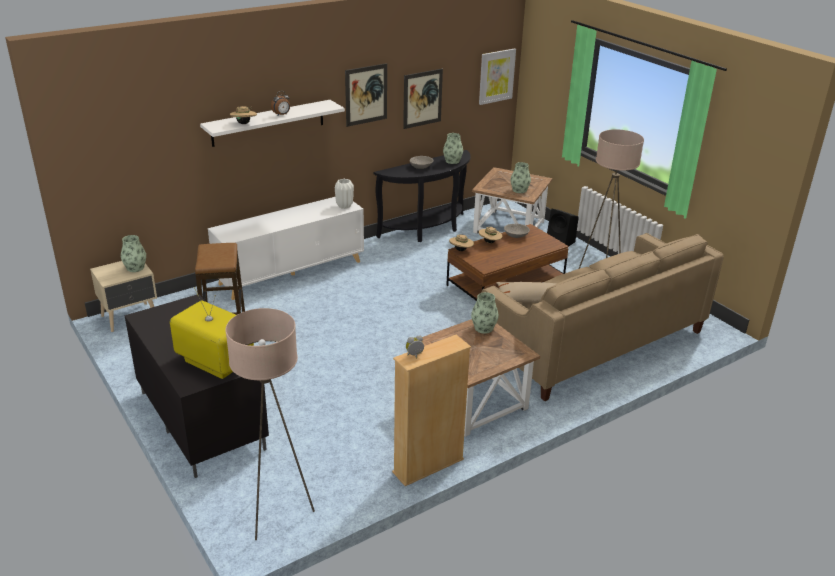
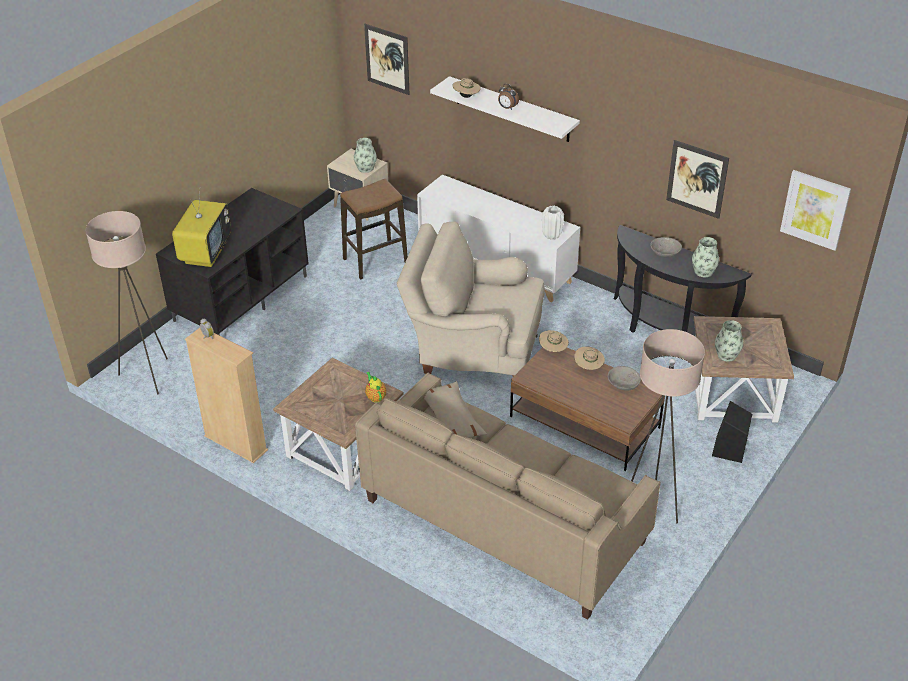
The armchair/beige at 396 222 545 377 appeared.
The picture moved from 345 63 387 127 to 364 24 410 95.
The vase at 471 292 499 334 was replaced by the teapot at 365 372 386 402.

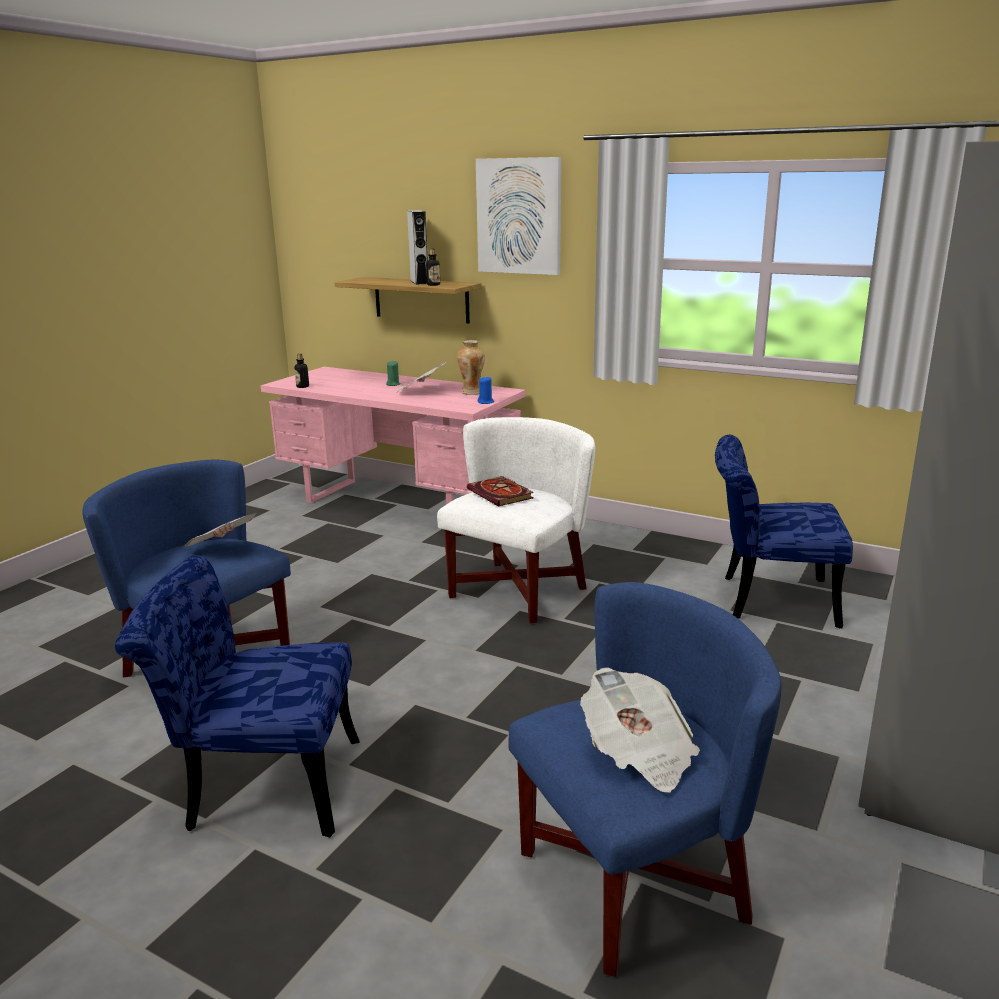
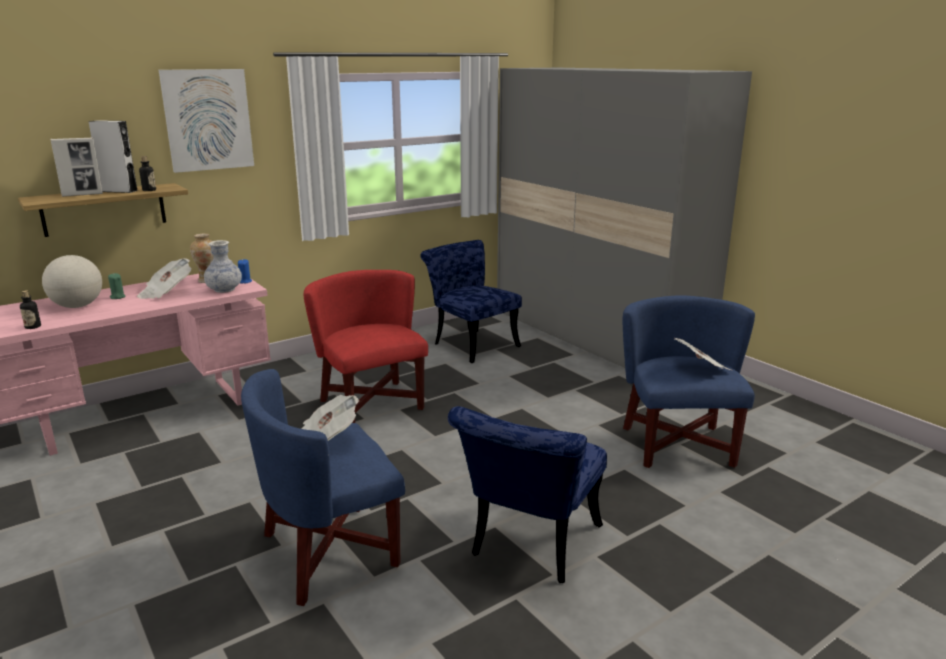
The book at 467 476 534 506 disappeared.
The globe at 42 255 102 308 appeared.
The picture frame at 50 137 103 197 appeared.
The vase at 204 240 242 293 appeared.
The armchair/white at 437 417 595 623 became the armchair/red at 304 270 428 423.
The chair/blue at 715 435 853 628 turned 105 degrees clockwise.

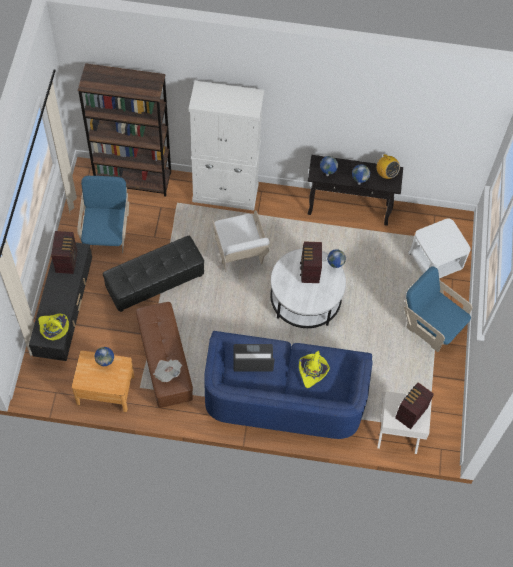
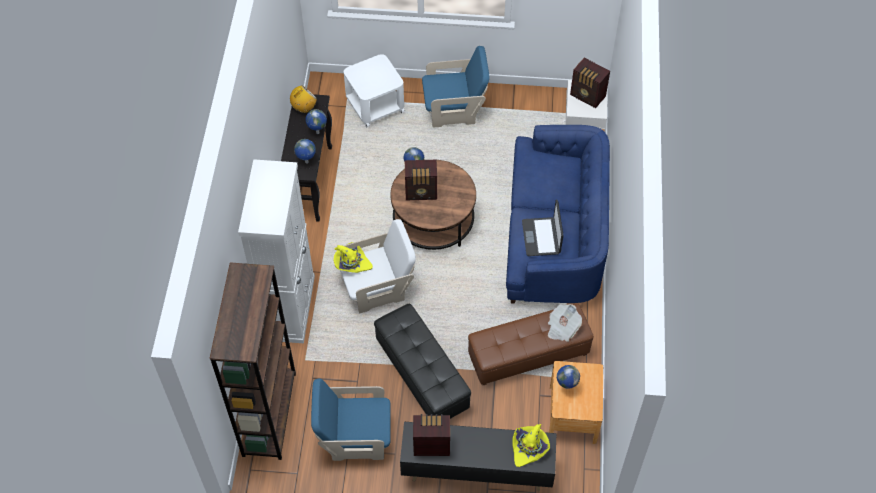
The hat/yellow moved from 299 351 330 388 to 333 242 373 273.
The coffee table/white at 270 248 346 328 became the coffee table/brown at 390 160 476 250.
The armchair/blue at 404 266 473 352 turned 135 degrees counterclockwise.

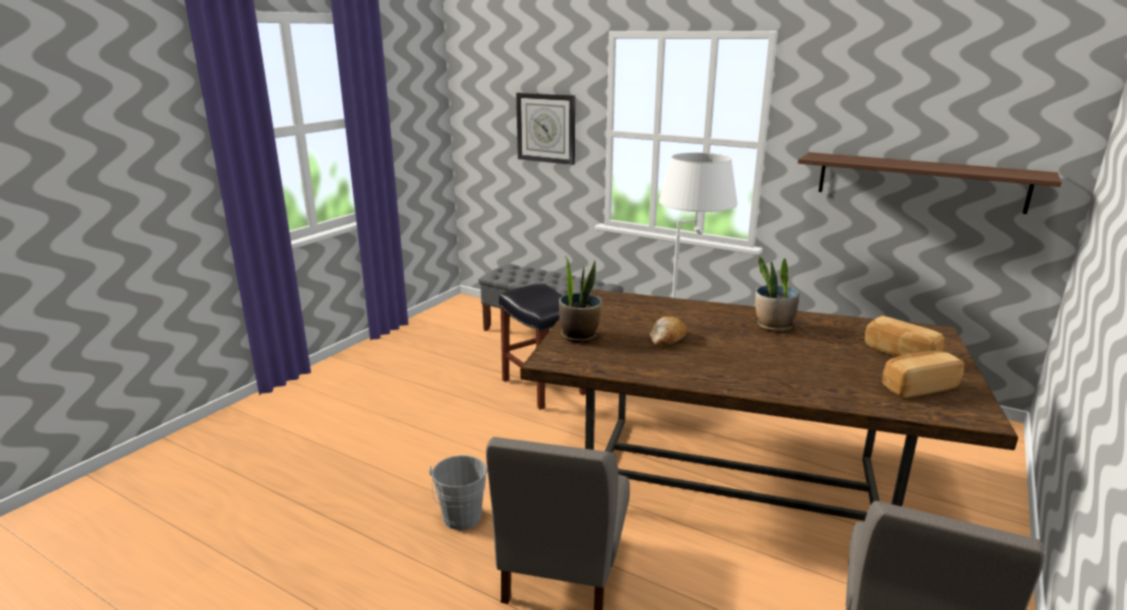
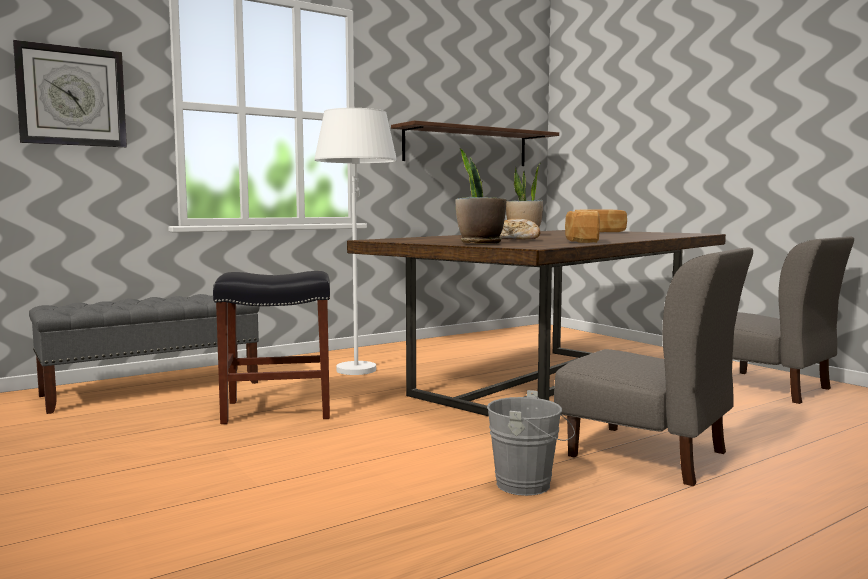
The bread moved from 882 351 964 398 to 565 211 600 243.

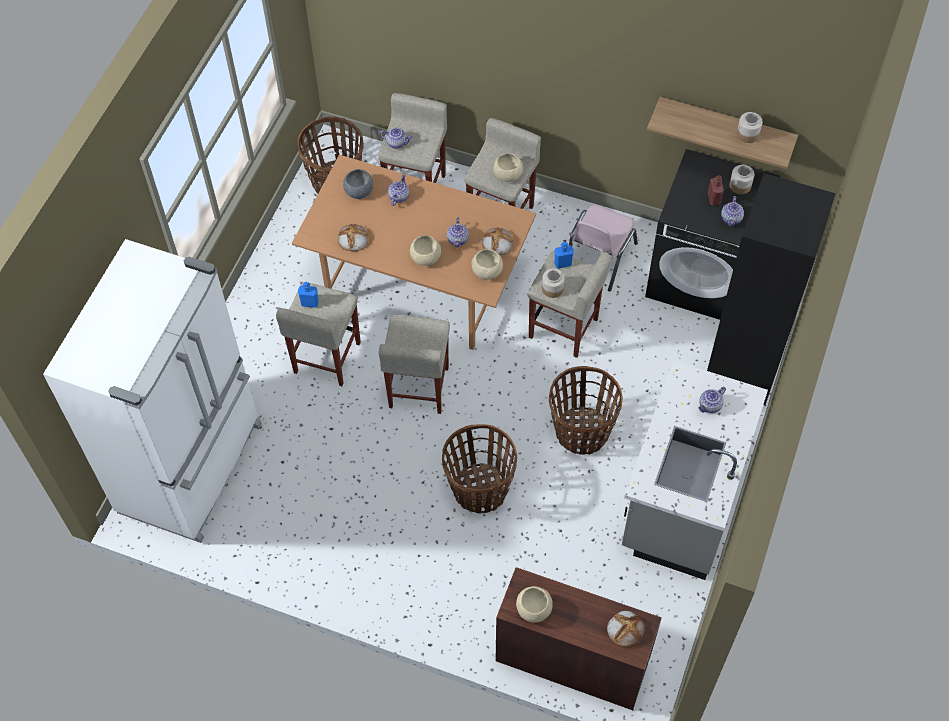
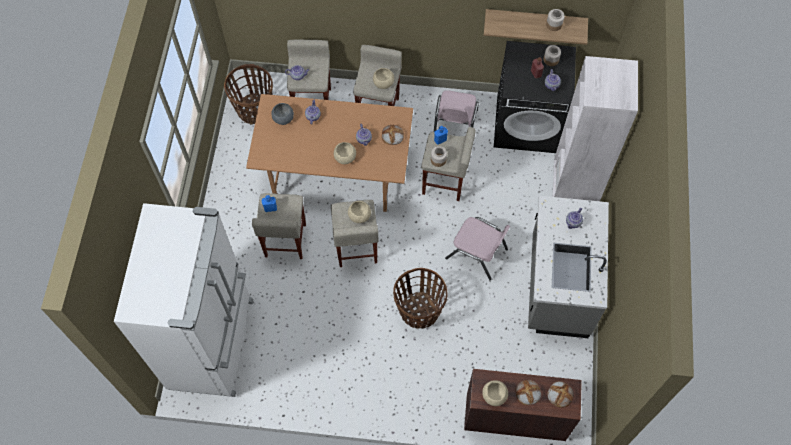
The bread moved from 338 224 369 251 to 515 380 541 405.
The bowl/beige moved from 471 249 503 279 to 348 201 371 223.
The basket at 549 366 623 455 was replaced by the chair/pink at 445 217 510 280.
The bookcase/black at 707 173 836 405 became the bookcase/white at 553 56 638 201.

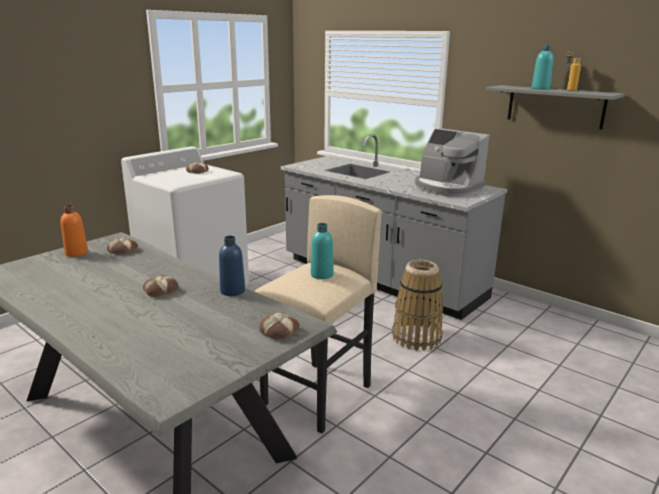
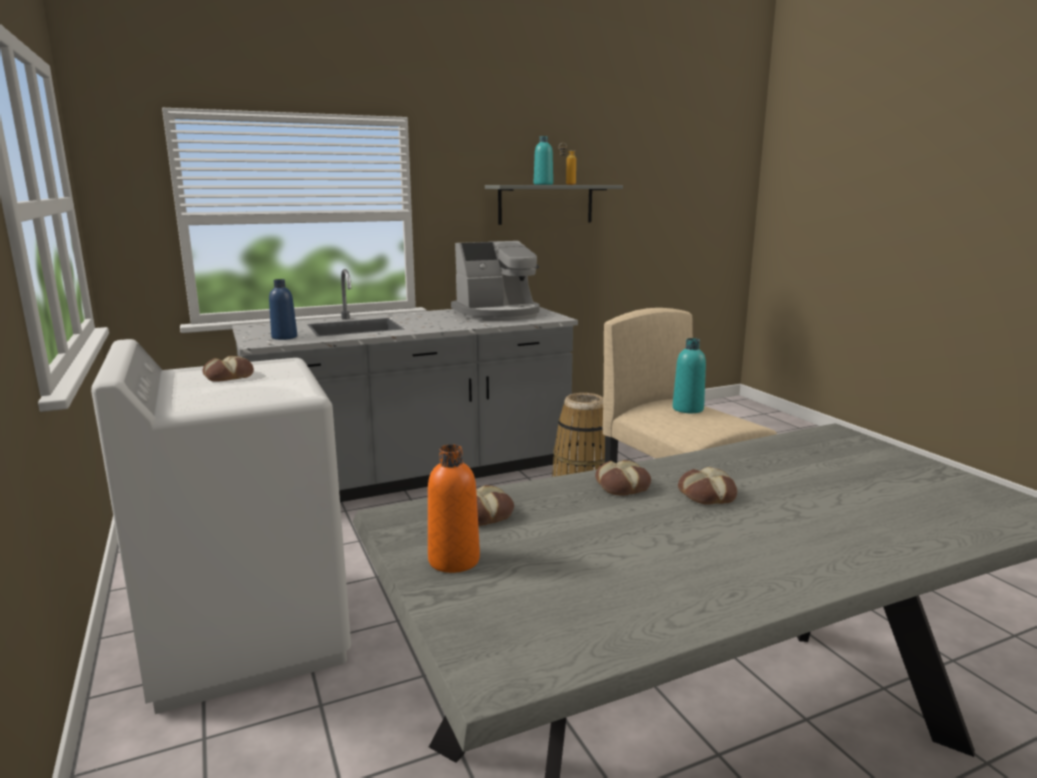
The bottle/blue moved from 219 236 245 296 to 269 279 297 340.
The bread moved from 259 312 300 340 to 595 460 651 496.

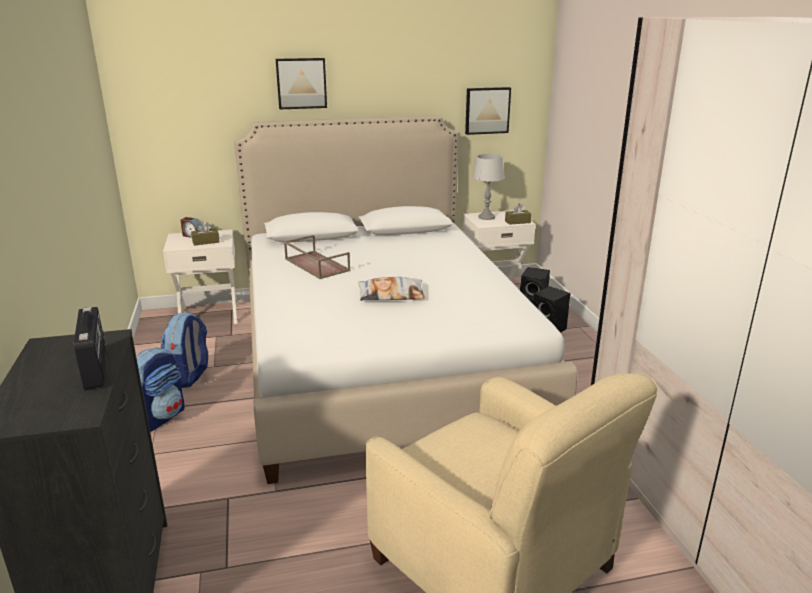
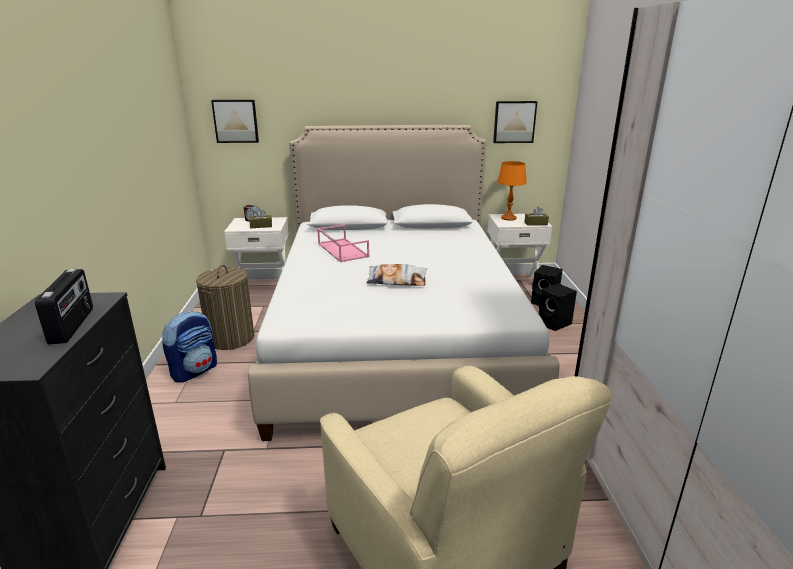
The picture moved from 276 58 327 109 to 211 100 259 143.
The backpack at 161 312 208 388 was replaced by the laundry basket at 196 265 255 350.
The tray/brown at 284 235 350 279 became the tray/pink at 317 224 369 262.
The table lamp/grey at 473 154 505 220 became the table lamp/orange at 497 161 527 221.

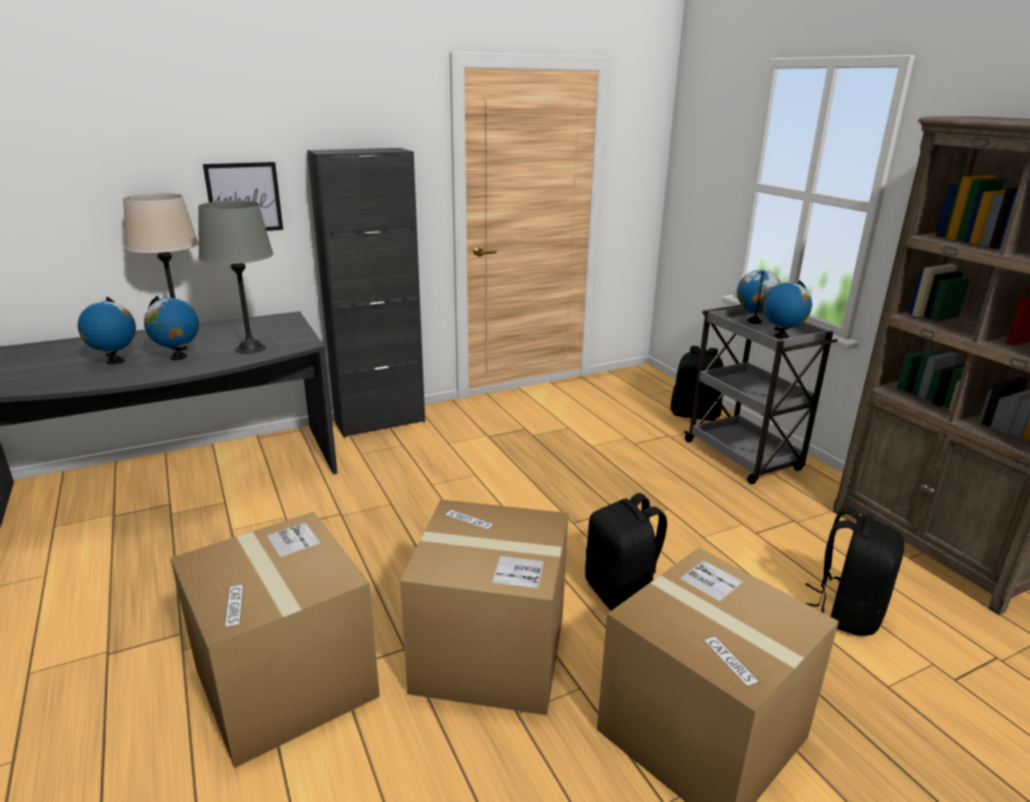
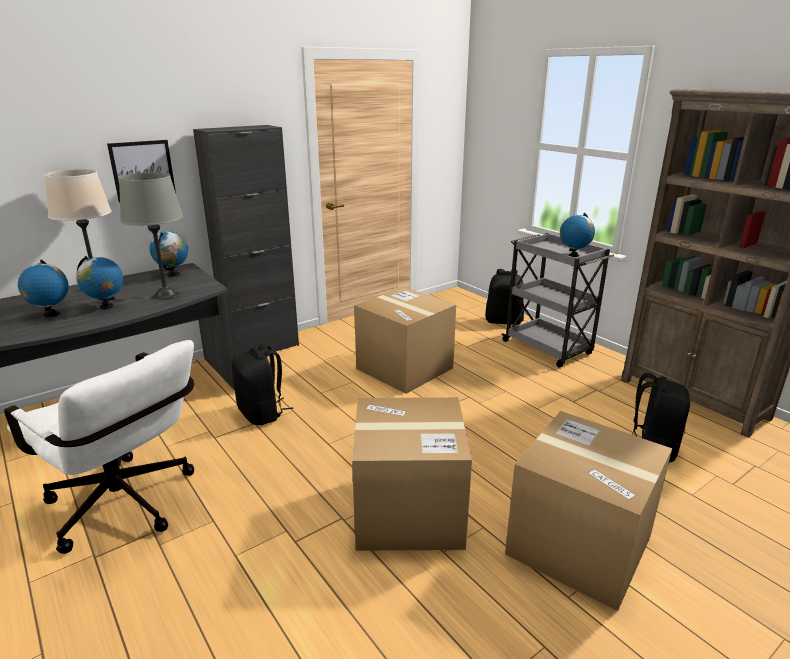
The office chair/white at 4 340 194 554 appeared.
The cardboard box moved from 170 512 380 768 to 354 287 456 394.
The backpack/black moved from 585 493 667 611 to 231 343 293 425.
The globe moved from 737 270 781 324 to 150 231 188 276.

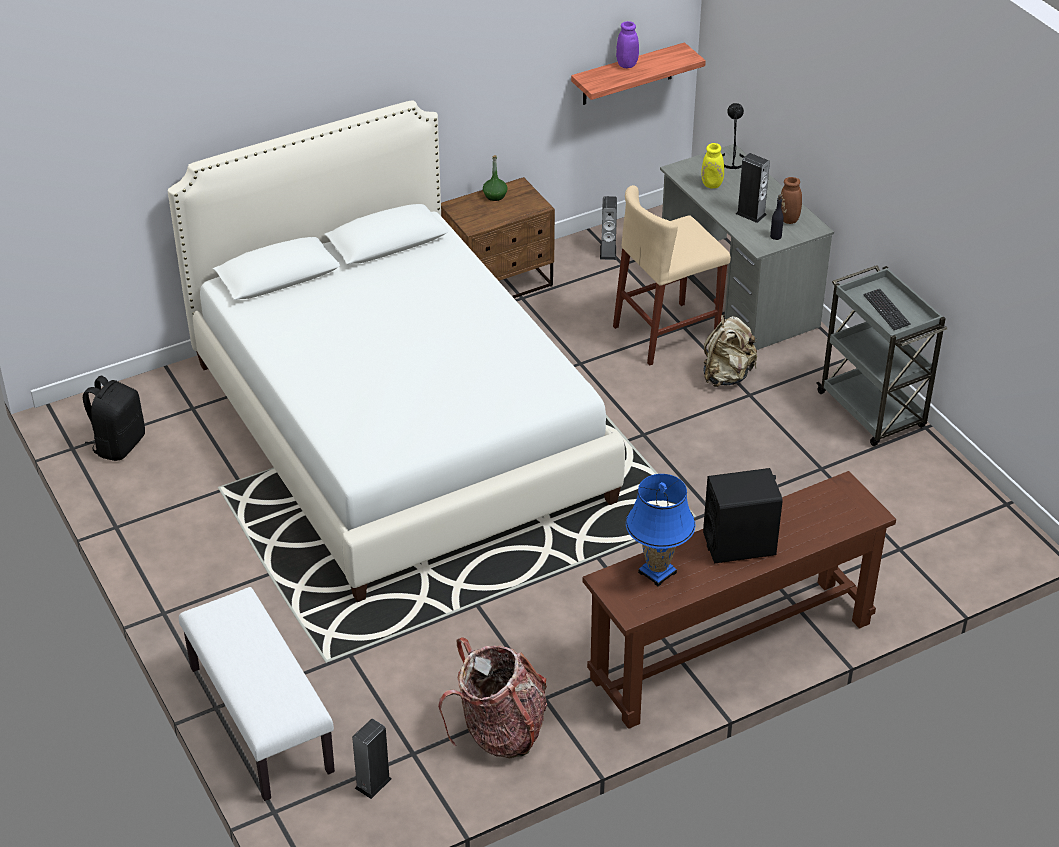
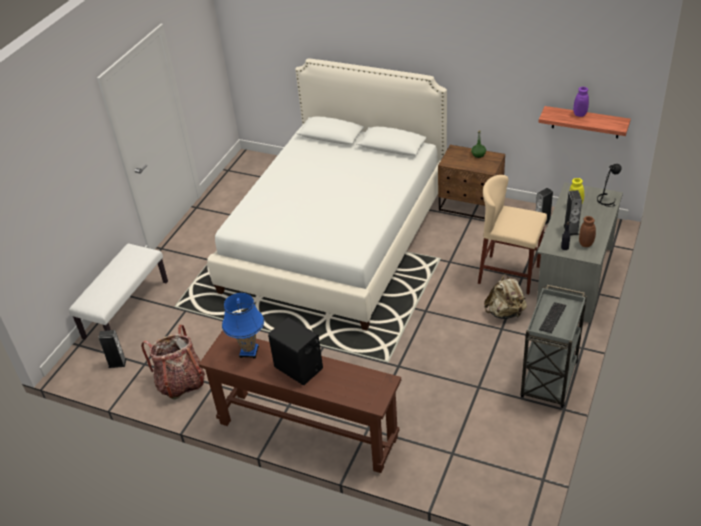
The backpack/black at 83 376 145 461 disappeared.

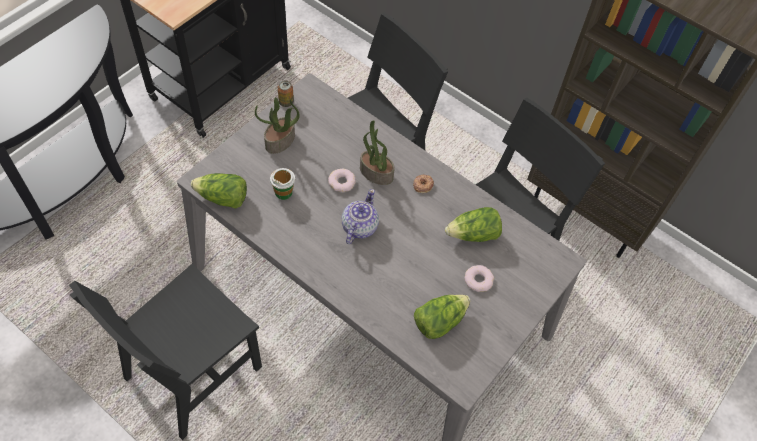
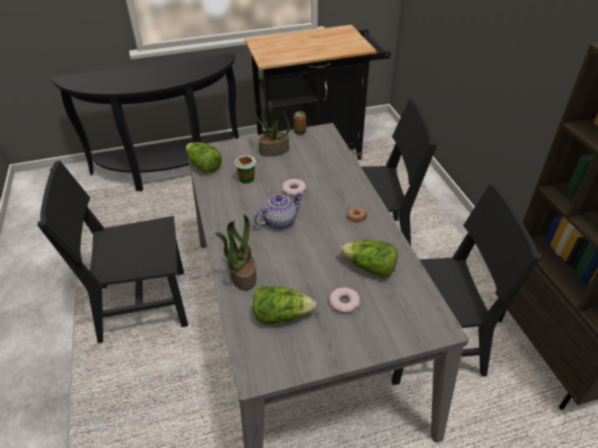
The potted plant moved from 360 120 395 185 to 215 215 257 291.

